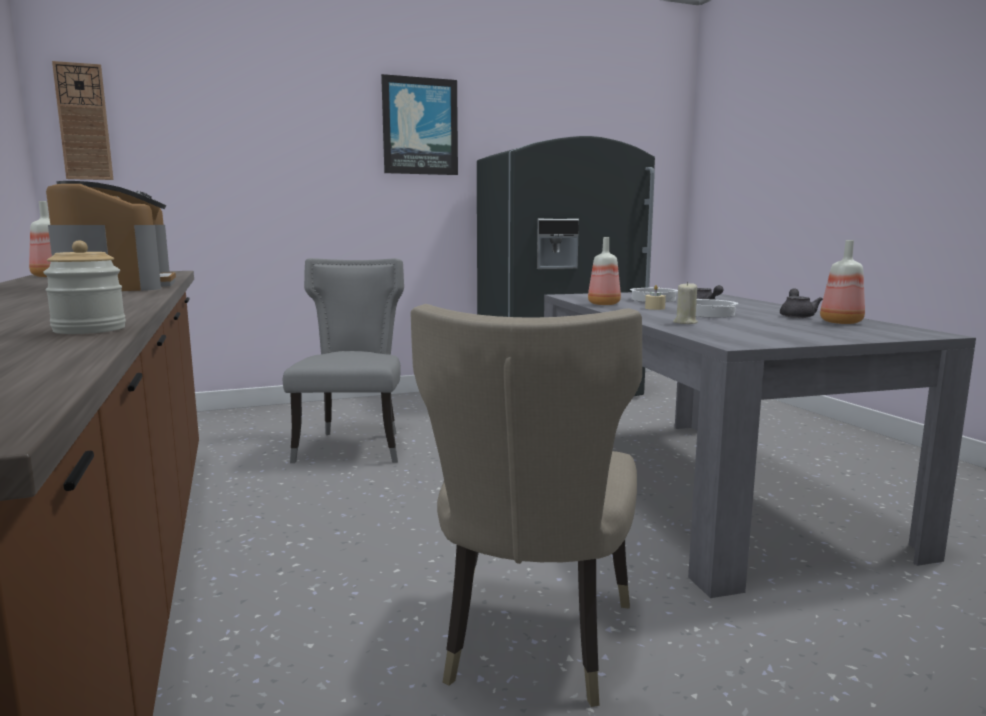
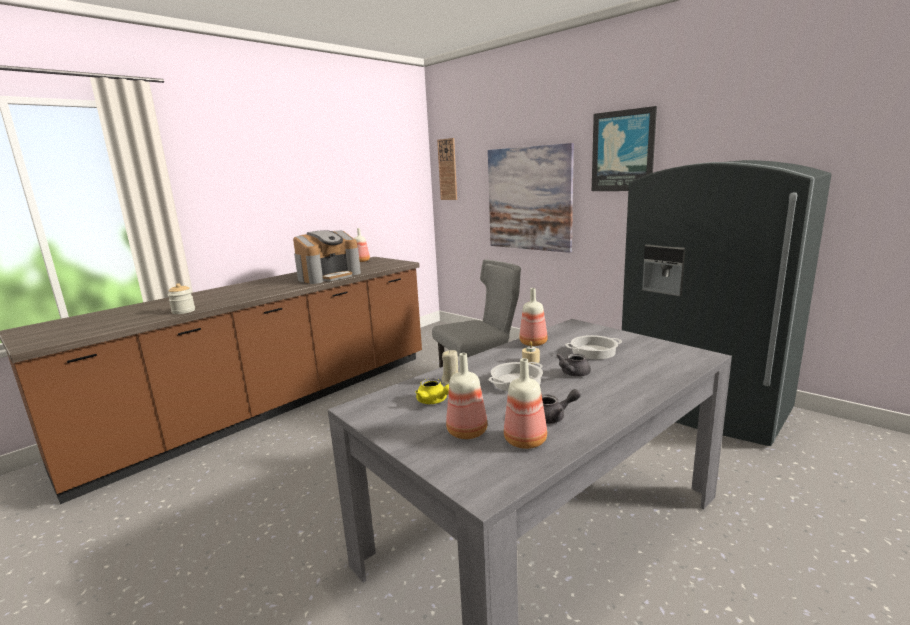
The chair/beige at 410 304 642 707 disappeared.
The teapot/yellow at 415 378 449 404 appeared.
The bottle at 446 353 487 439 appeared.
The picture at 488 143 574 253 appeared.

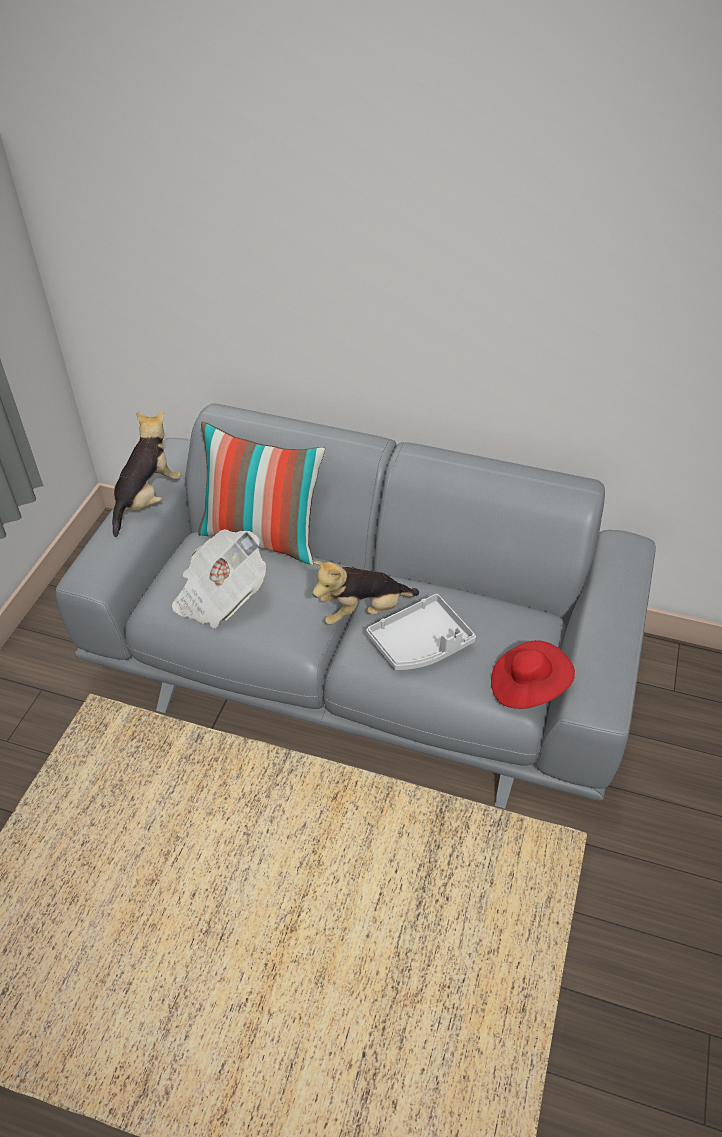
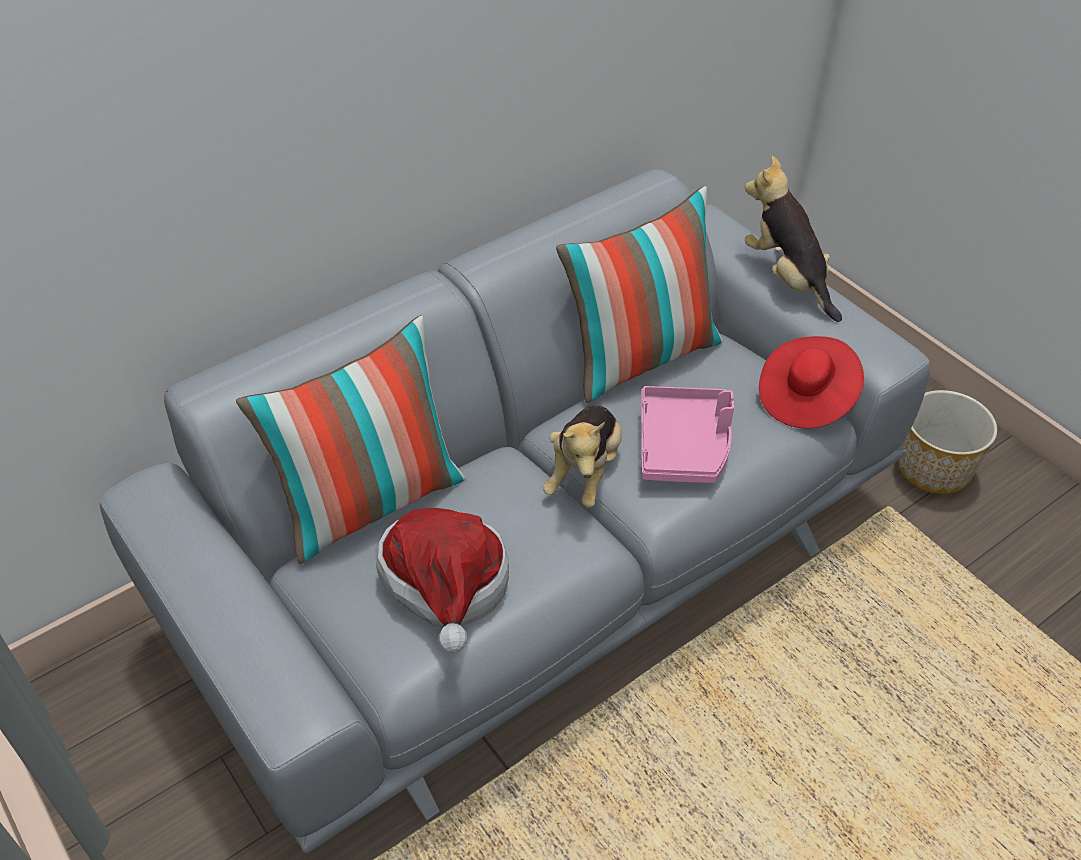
The pillow at 556 186 723 403 appeared.
The planter at 897 390 997 494 appeared.
The plush toy moved from 112 411 181 537 to 745 156 842 322.
The newspaper at 172 529 266 628 was replaced by the hat at 375 508 509 653.
The tray/grey at 366 594 476 670 became the tray/pink at 641 386 734 483.

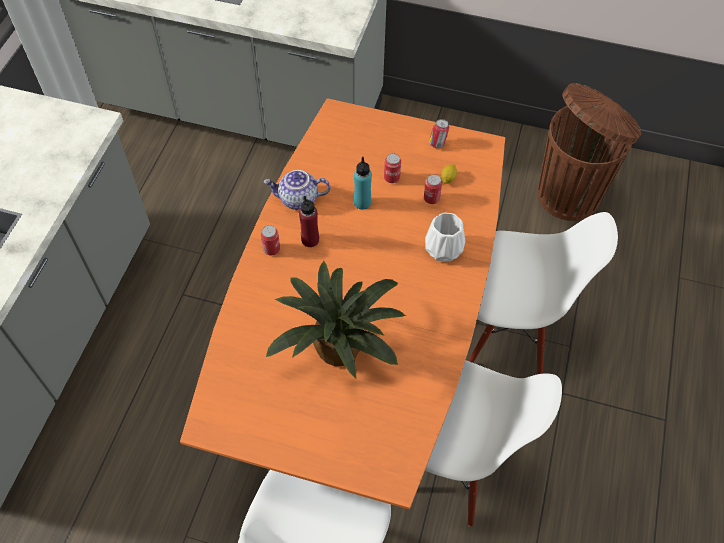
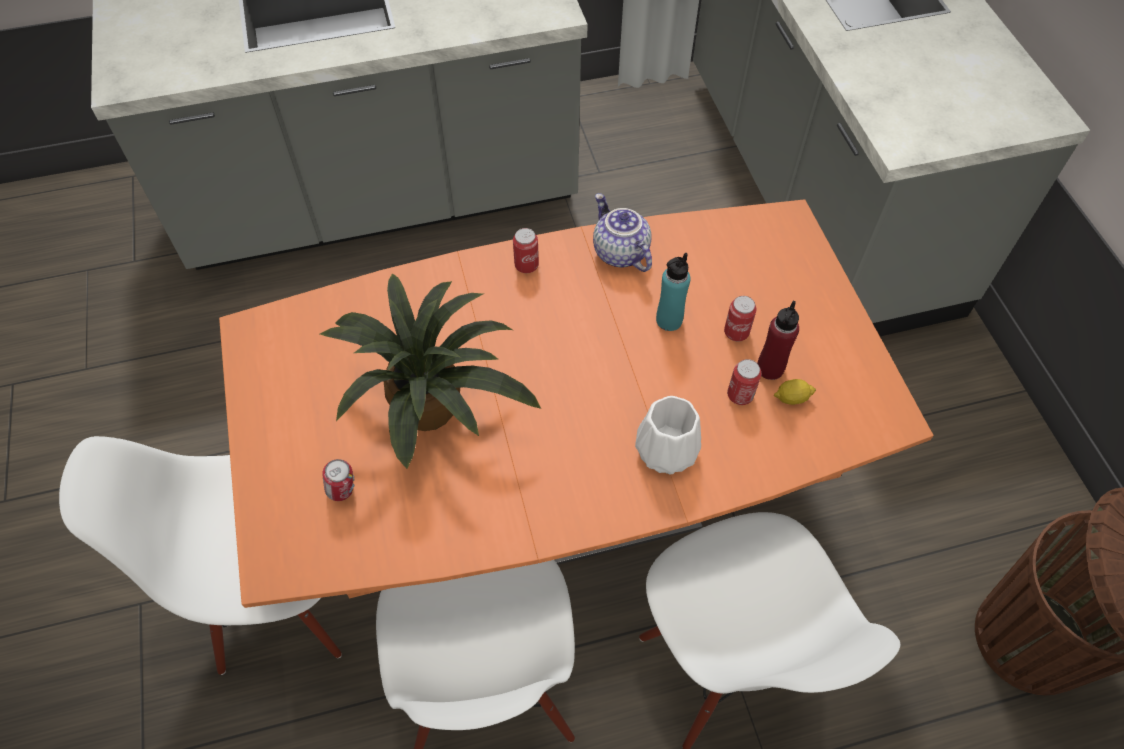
The bottle/red moved from 299 196 319 247 to 757 301 799 380.
The can moved from 429 119 449 148 to 322 459 354 501.

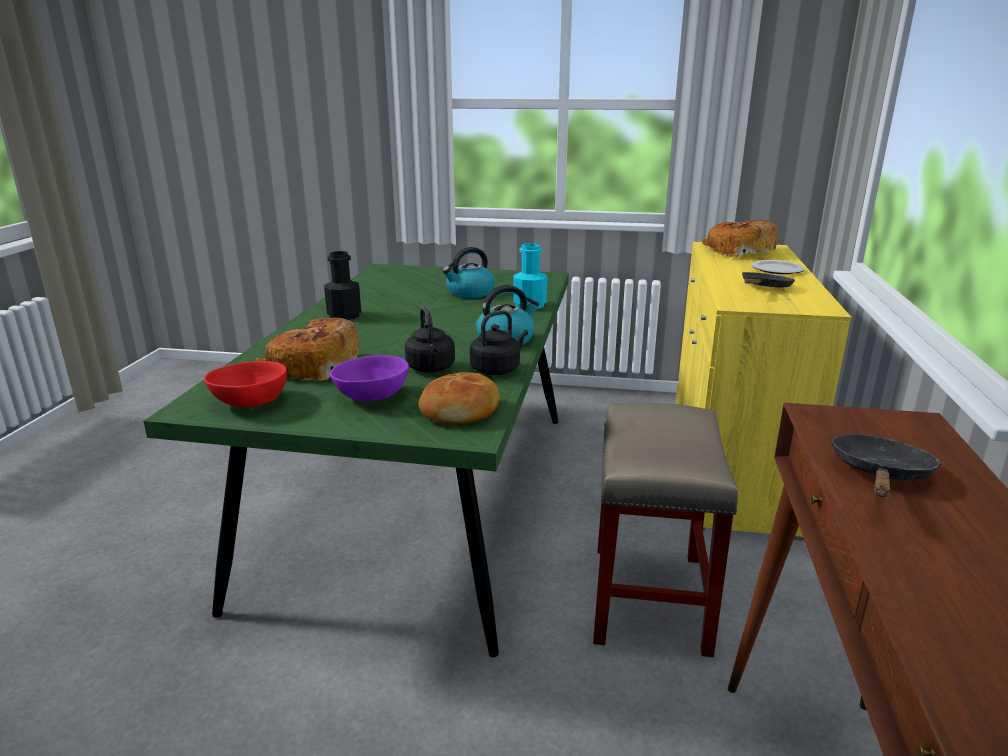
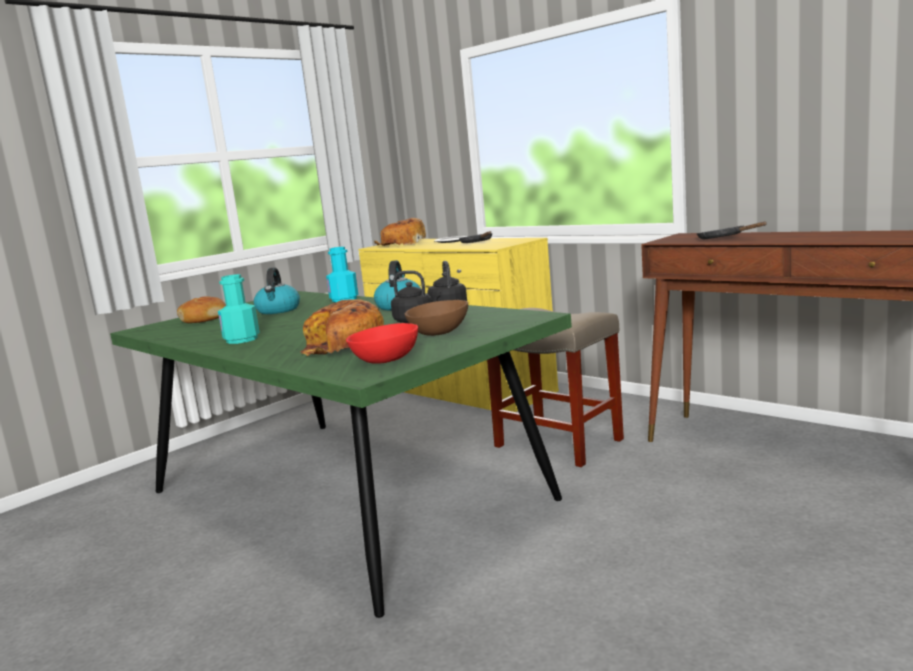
The bread moved from 418 372 500 424 to 177 296 226 323.
The bottle/black at 324 251 361 320 became the bottle/turquoise at 218 274 260 344.
The bowl/purple at 330 355 409 402 became the bowl/brown at 405 300 468 336.

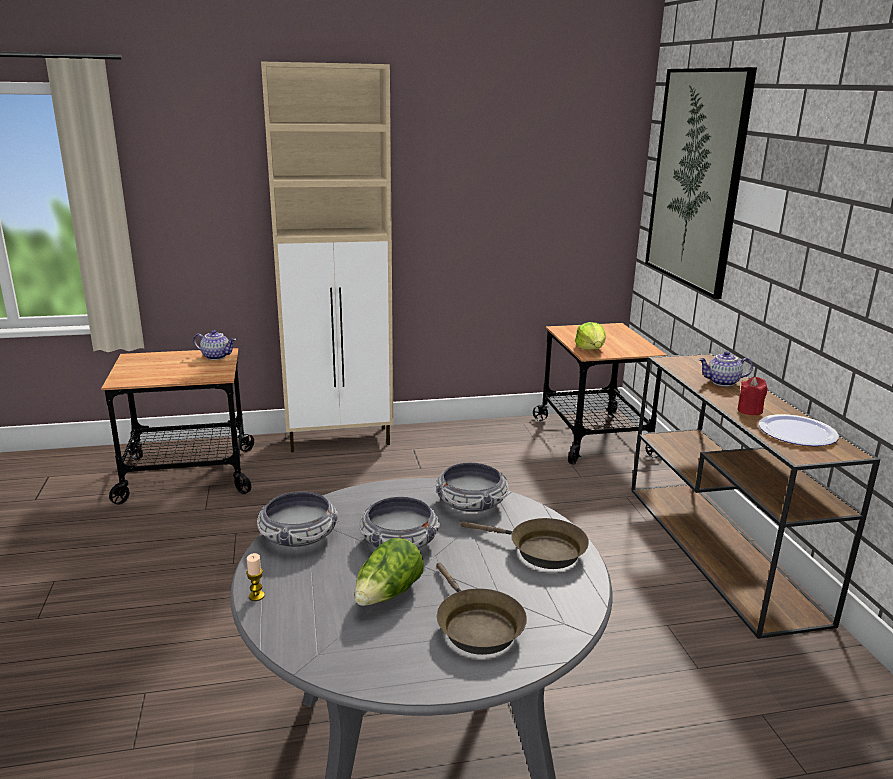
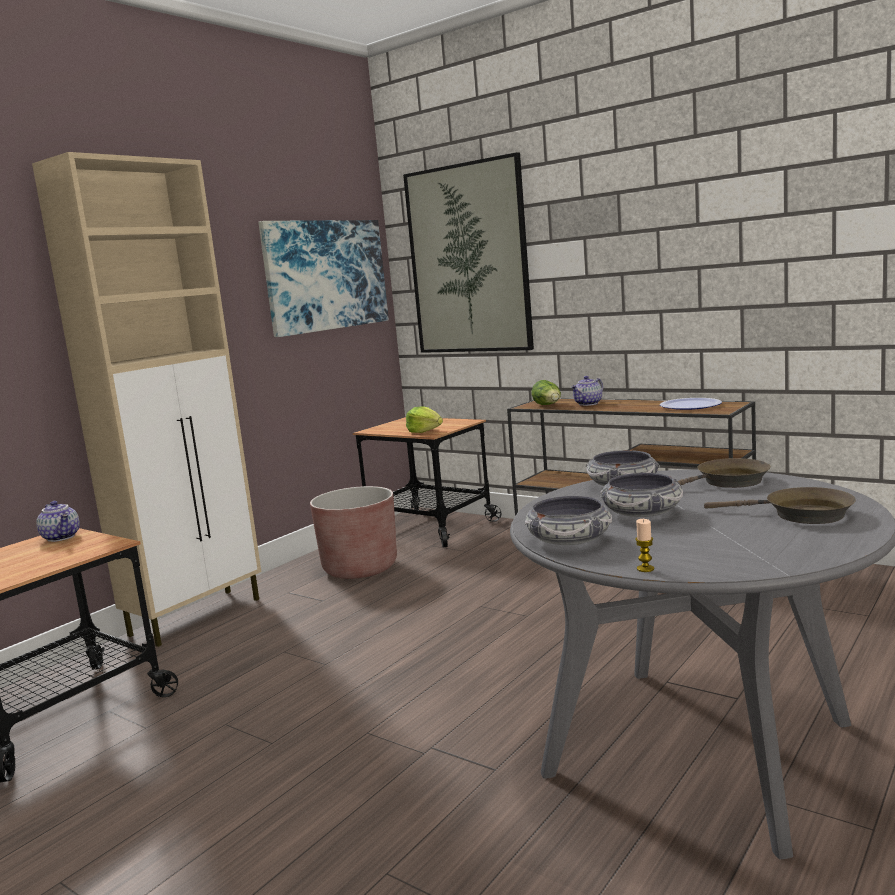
The candle/red at 737 377 767 416 disappeared.
The picture at 258 220 389 337 appeared.
The planter/brown at 310 486 397 579 appeared.
The lettuce moved from 355 538 424 606 to 532 380 561 405.
The teapot at 193 330 236 360 turned 75 degrees clockwise.

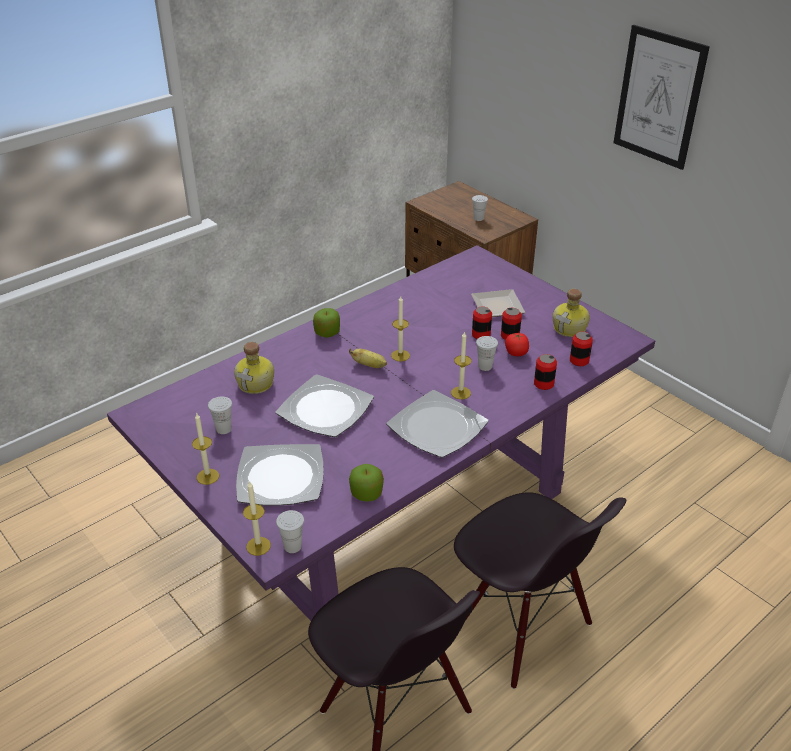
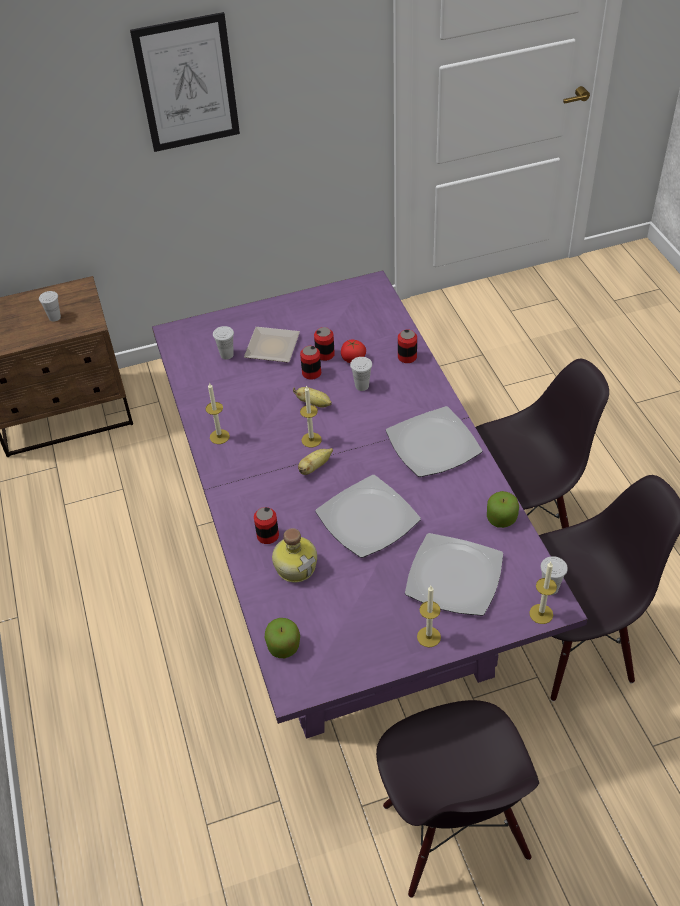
The bottle at 553 289 590 337 disappeared.
The banana at 293 387 332 408 appeared.
The chair/black at 376 700 539 898 appeared.
The cup/white moved from 208 397 232 434 to 213 326 234 360.
The apple moved from 313 308 340 337 to 265 618 300 658.
The candle moved from 451 331 472 399 to 206 382 230 444.
The can moved from 570 332 593 366 to 254 507 279 544.

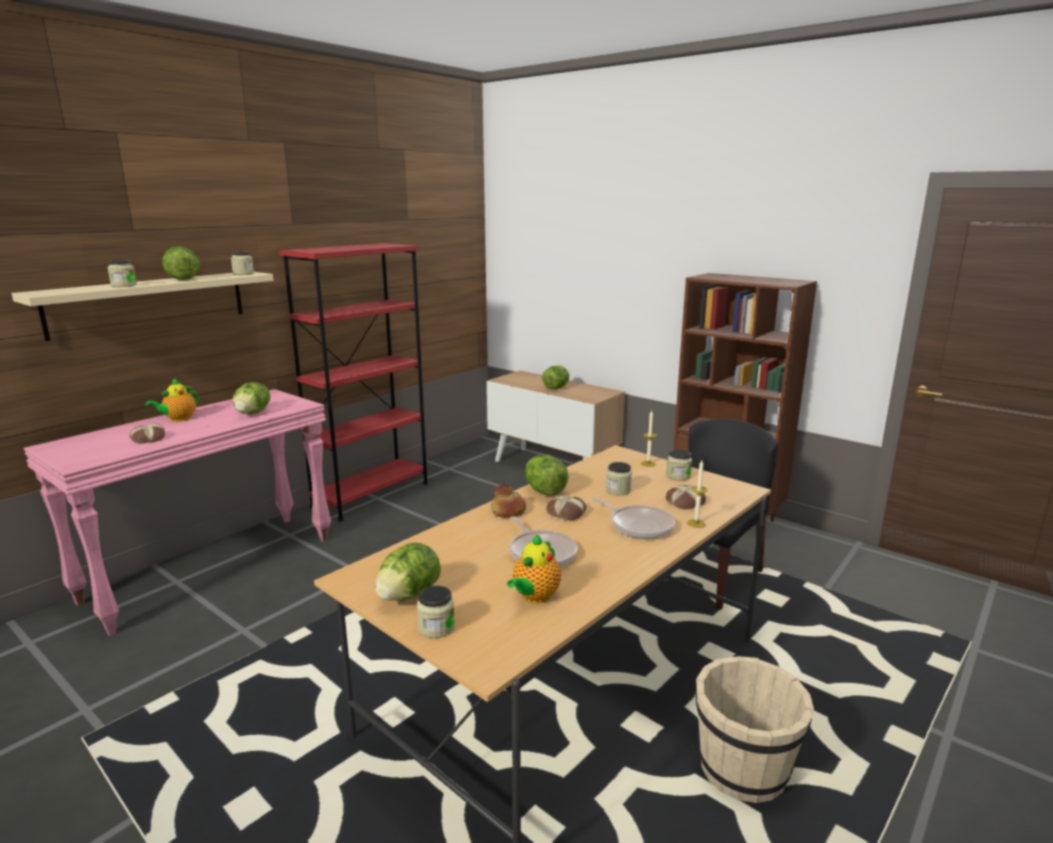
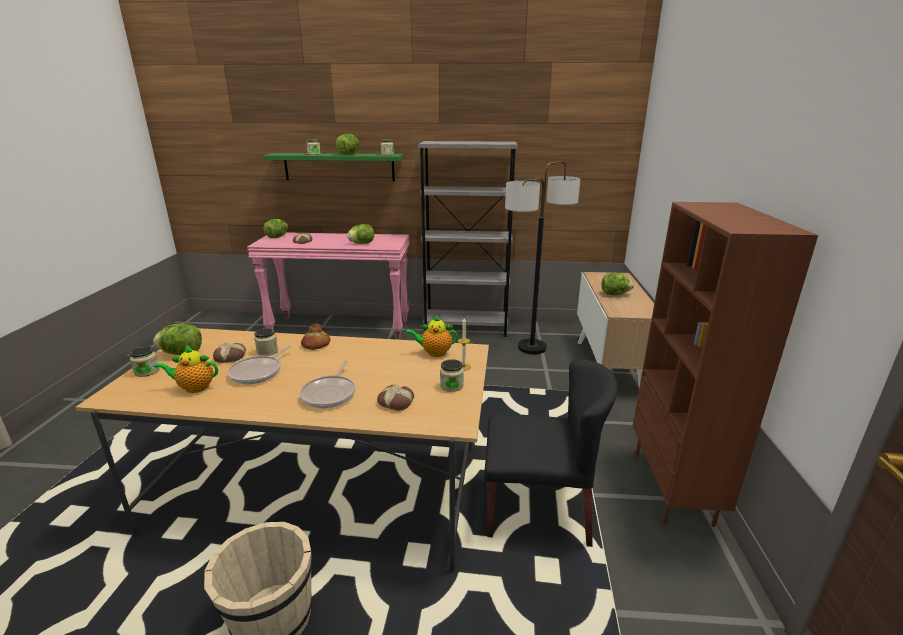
The candle at 687 460 708 528 disappeared.
The floor lamp at 505 161 580 355 appeared.
The teapot moved from 145 378 199 422 to 405 314 458 357.
The lettuce moved from 525 455 569 496 to 264 219 288 238.
The bread moved from 546 495 586 520 to 213 343 246 363.
The jar moved from 606 462 632 495 to 254 328 278 356.
The shelf/beige at 12 272 274 341 became the shelf/green at 263 153 404 181.
The bookcase/red at 279 243 429 521 became the bookcase/grey at 418 141 518 337.

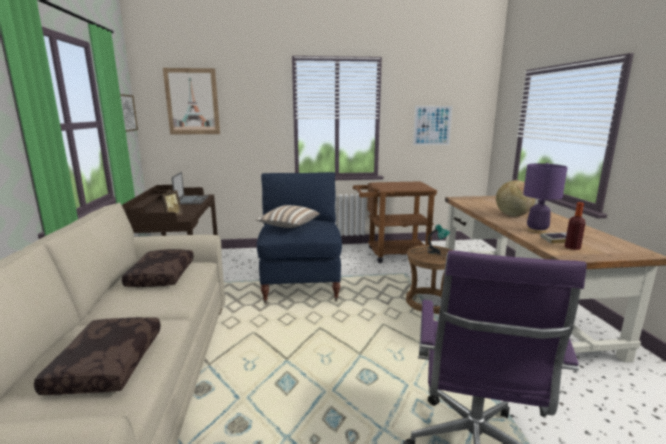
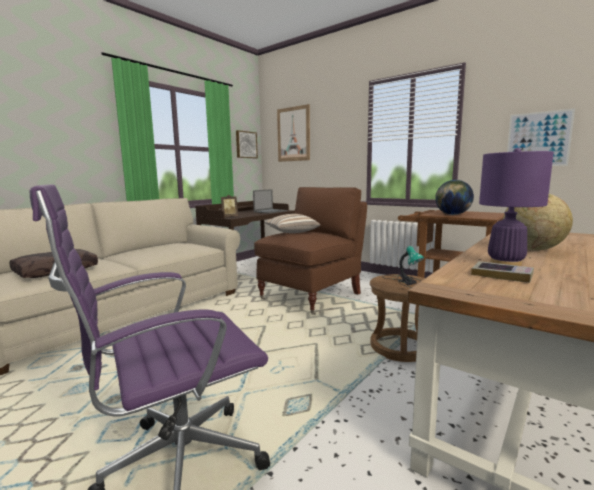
The pillow/brown at 122 249 194 287 disappeared.
The bottle at 565 202 585 250 disappeared.
The globe at 435 180 474 215 appeared.
The armchair/blue at 257 172 342 304 became the armchair/brown at 254 187 367 315.

